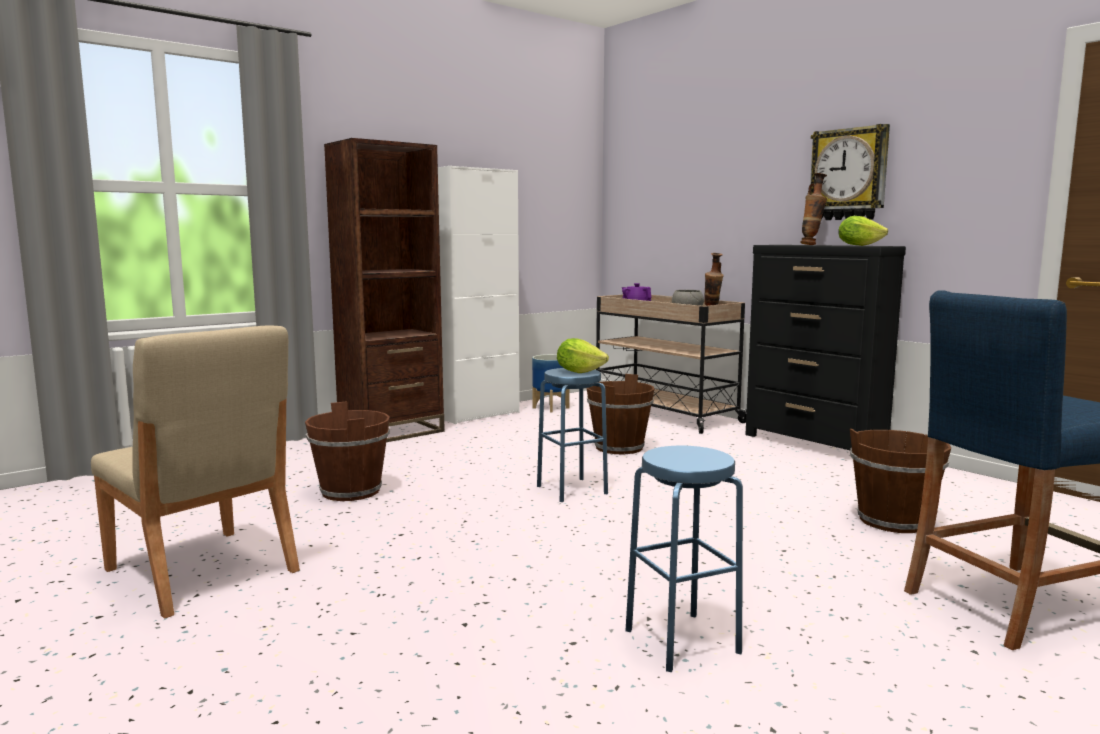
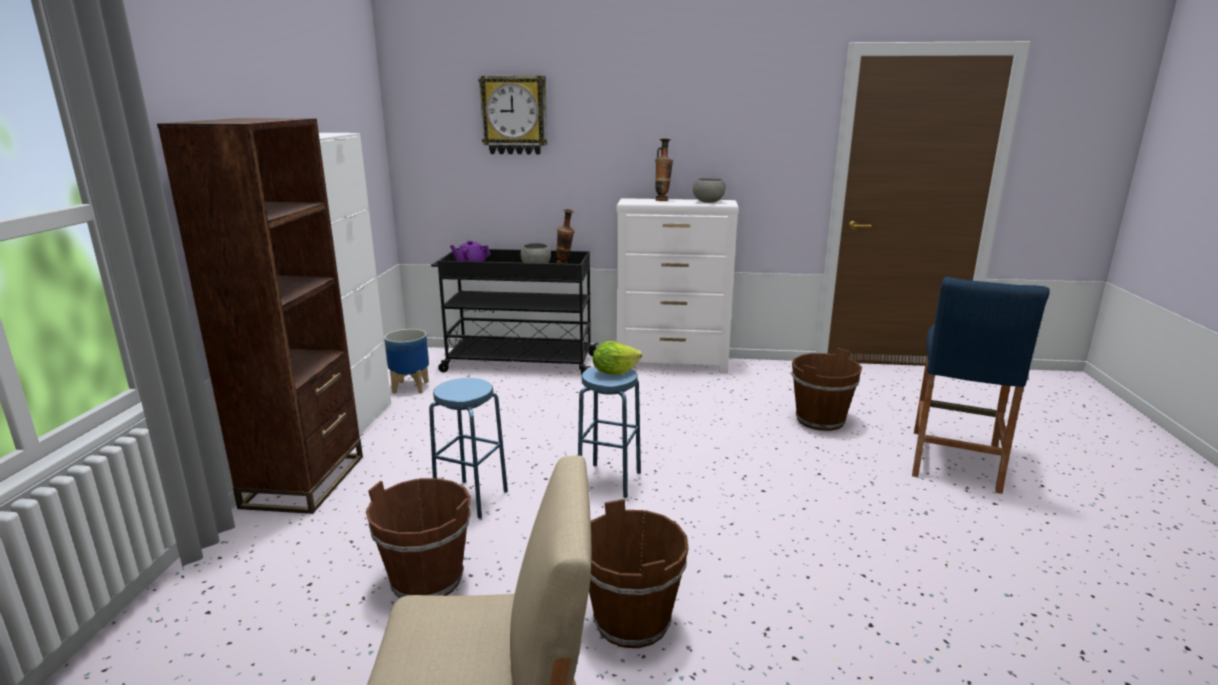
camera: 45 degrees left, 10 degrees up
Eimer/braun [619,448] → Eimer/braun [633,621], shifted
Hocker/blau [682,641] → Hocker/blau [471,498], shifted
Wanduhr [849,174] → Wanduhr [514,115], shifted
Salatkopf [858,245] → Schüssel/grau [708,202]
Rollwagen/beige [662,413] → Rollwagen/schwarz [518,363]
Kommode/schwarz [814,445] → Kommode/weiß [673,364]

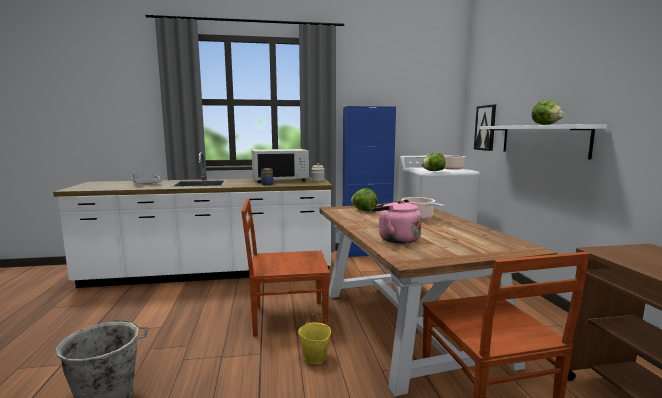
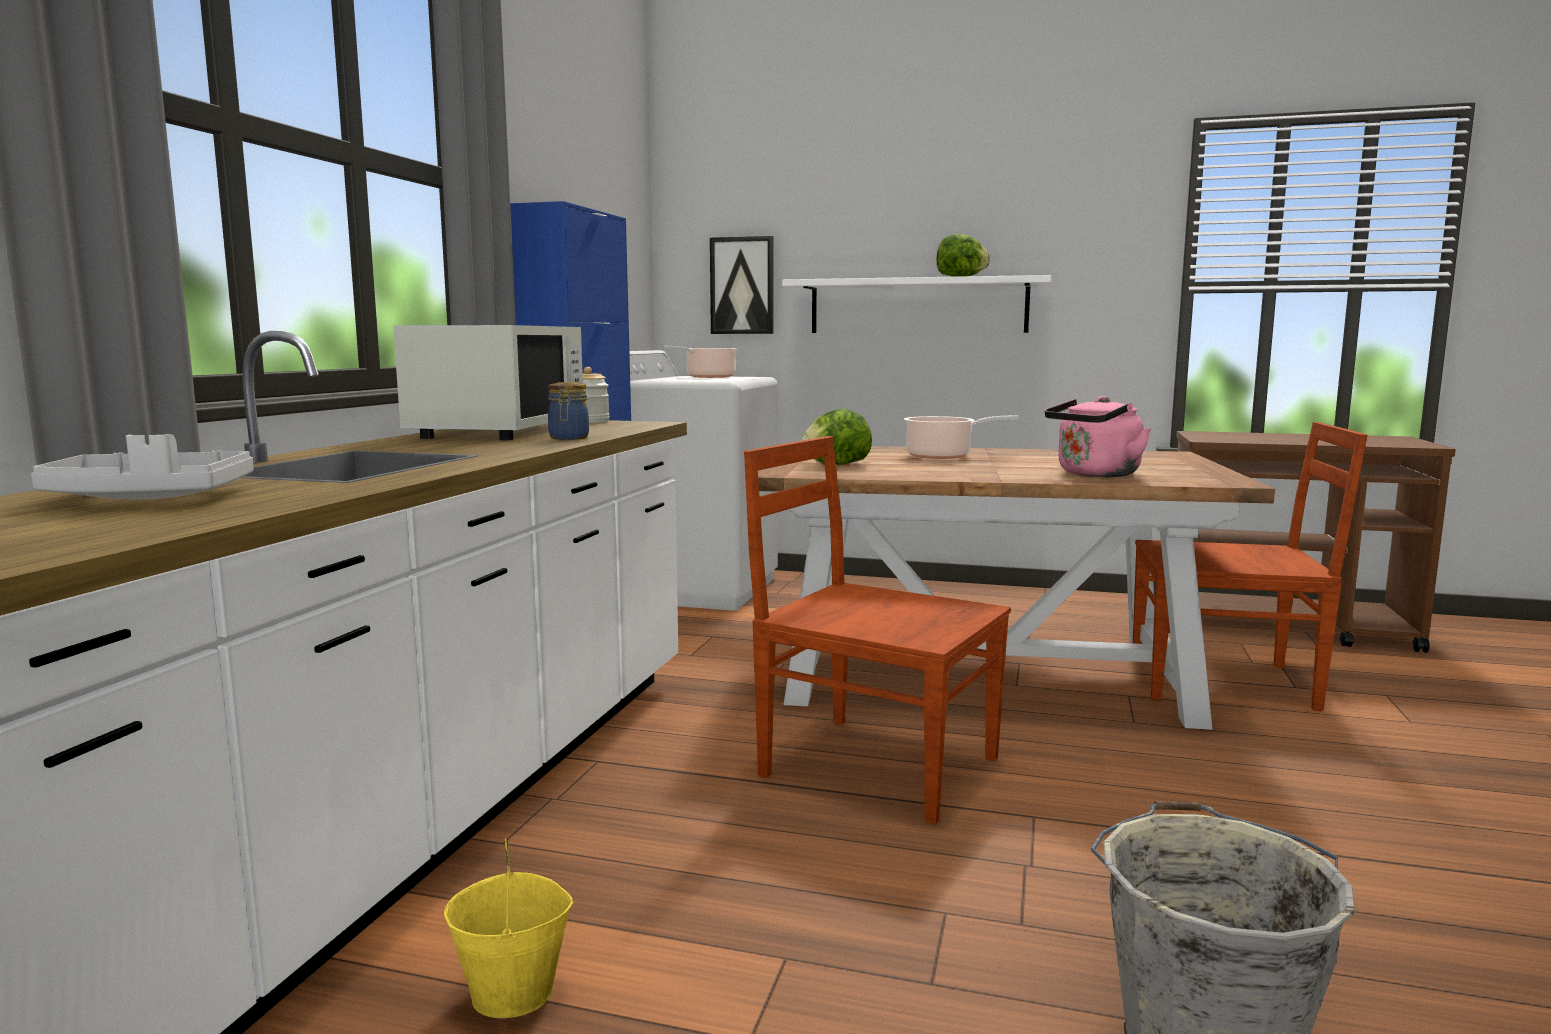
camera: 65 degrees left, 0 degrees up
Salatkopf [433,171] → -
Eimer/gelb [315,357] → Eimer/gelb [514,992], shifted
Stuhl/braun [287,318] → Stuhl/braun [874,765], 105 degrees clockwise

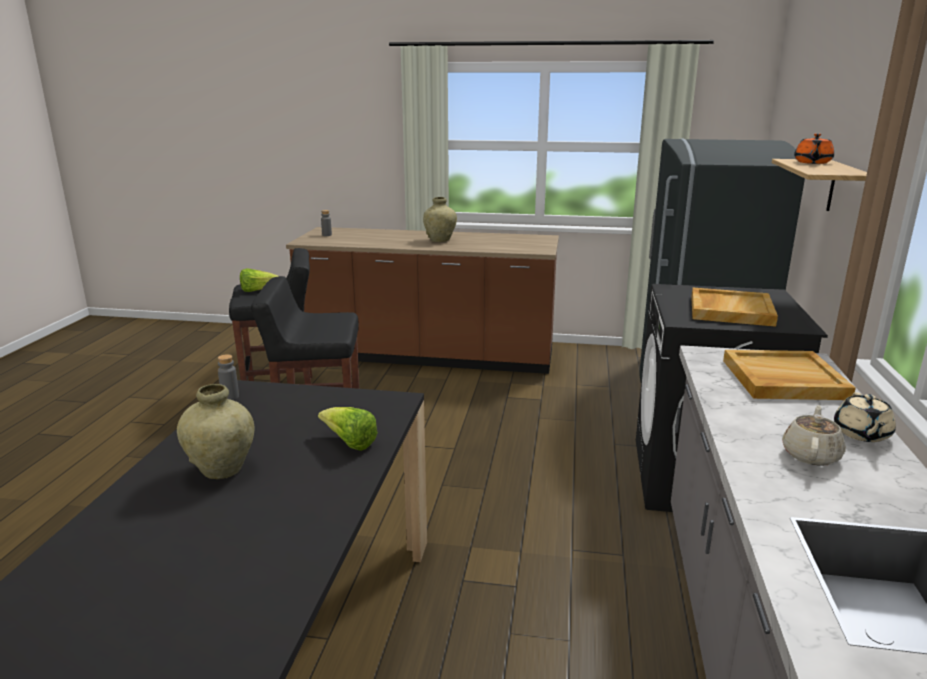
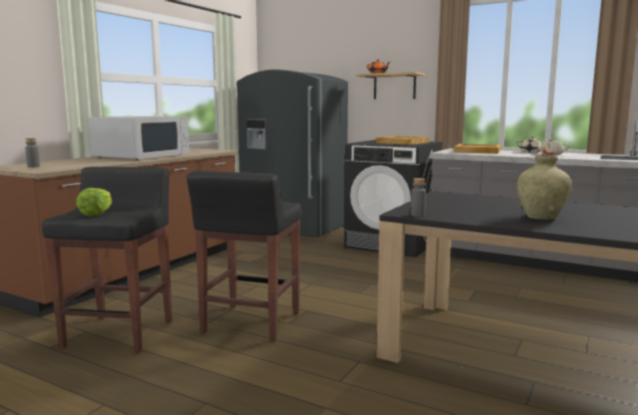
camera: 70 degrees left, 10 degrees down
Salatkopf [349,443] → -
Vase/beige [440,240] → Mikrowelle/weiß [142,156]

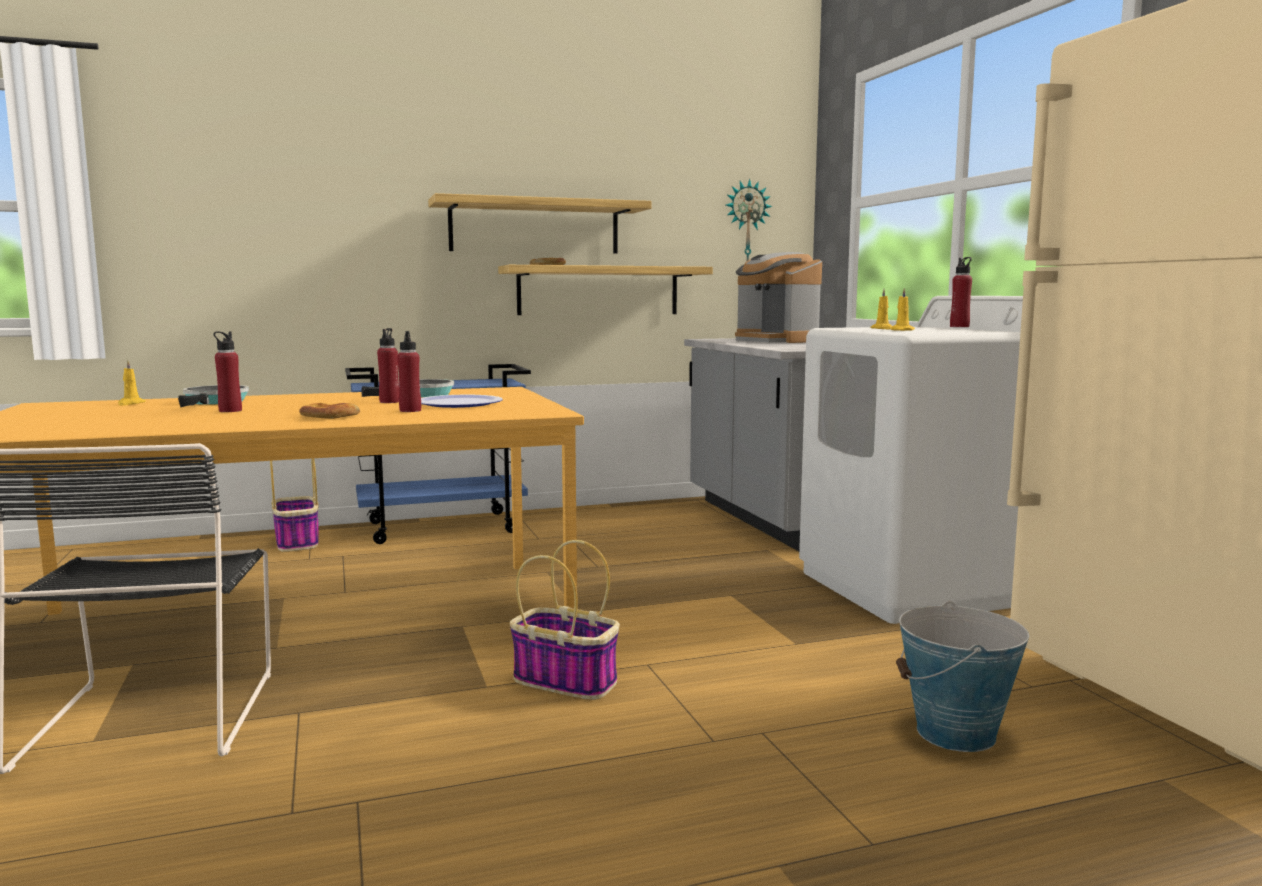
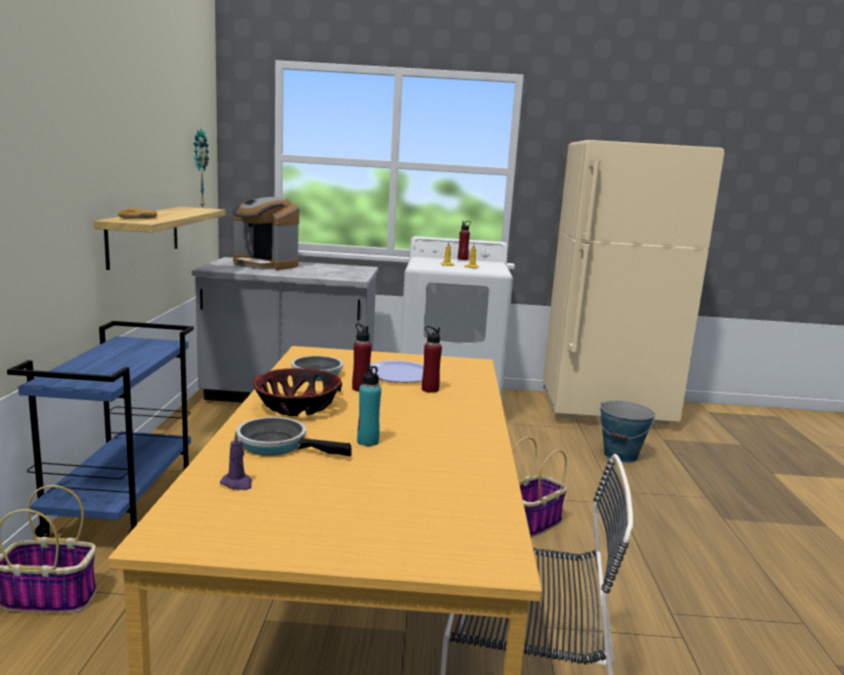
camera: 70 degrees left, 5 degrees up
Brot [330,416] → -
Wandregal [535,227] → -
- → Schüssel [297,407]
Kerze/gelb [130,404] → Kerze/lila [237,484]
Flasche/rot [230,411] → Flasche/türkis [368,441]
Kaffeemaschine [776,340] → Kaffeemaschine [265,265], 45 degrees clockwise

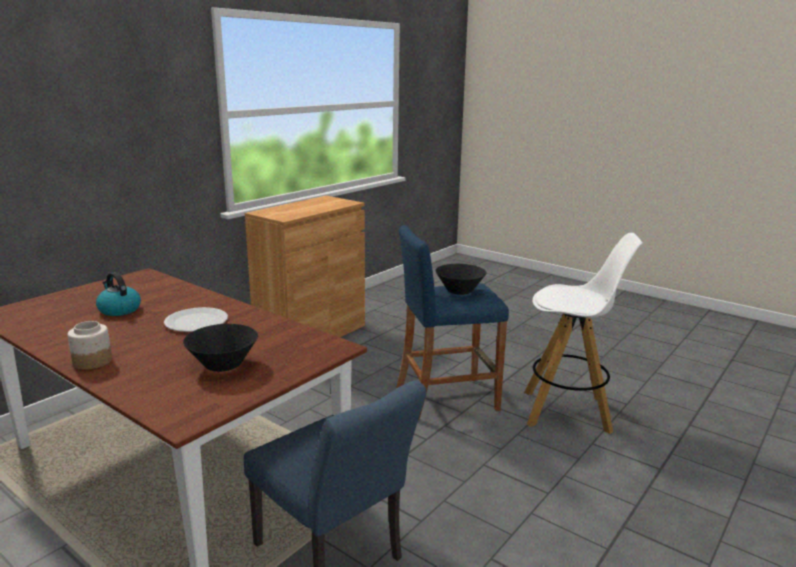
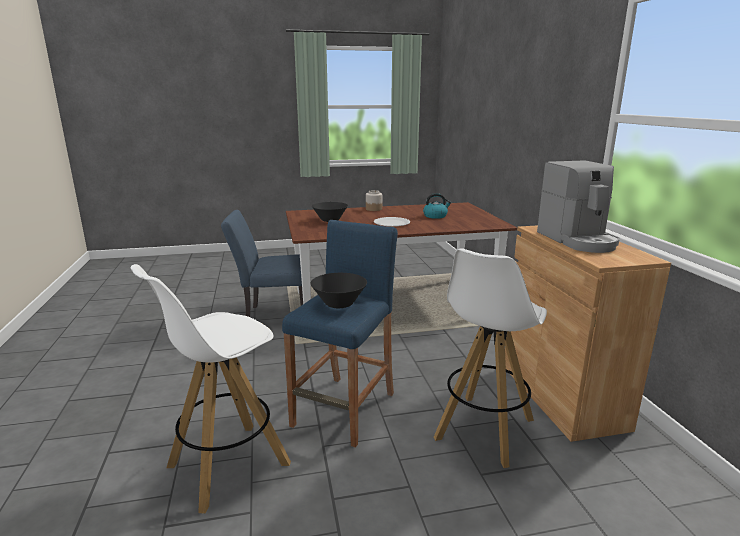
camera: 130 degrees right, 0 degrees up
- → Hocker/weiß [484,429]
- → Kaffeemaschine [578,240]

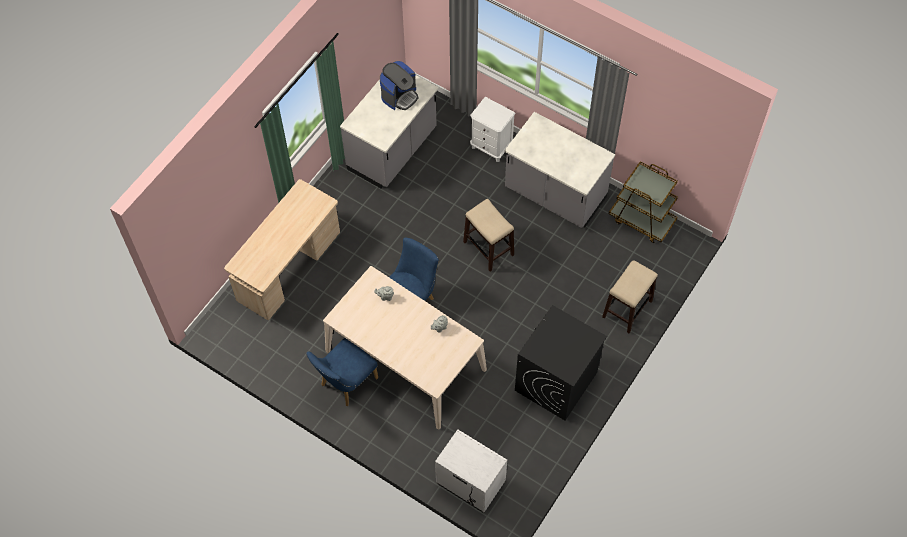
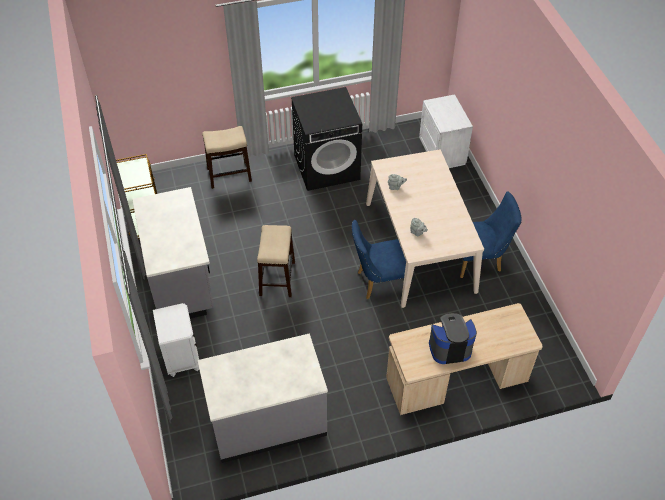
camera: 140 degrees left, 10 degrees down
Kaffeemaschine [399,96] → Kaffeemaschine [449,348], shifted

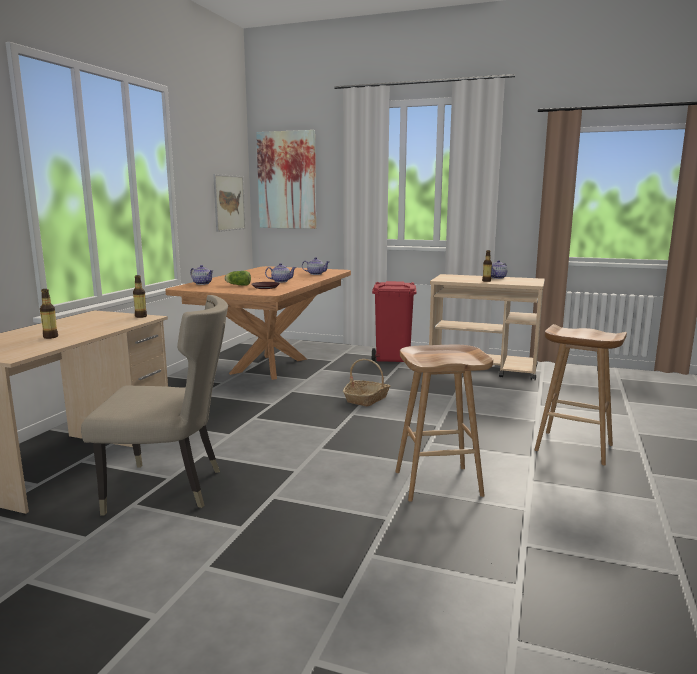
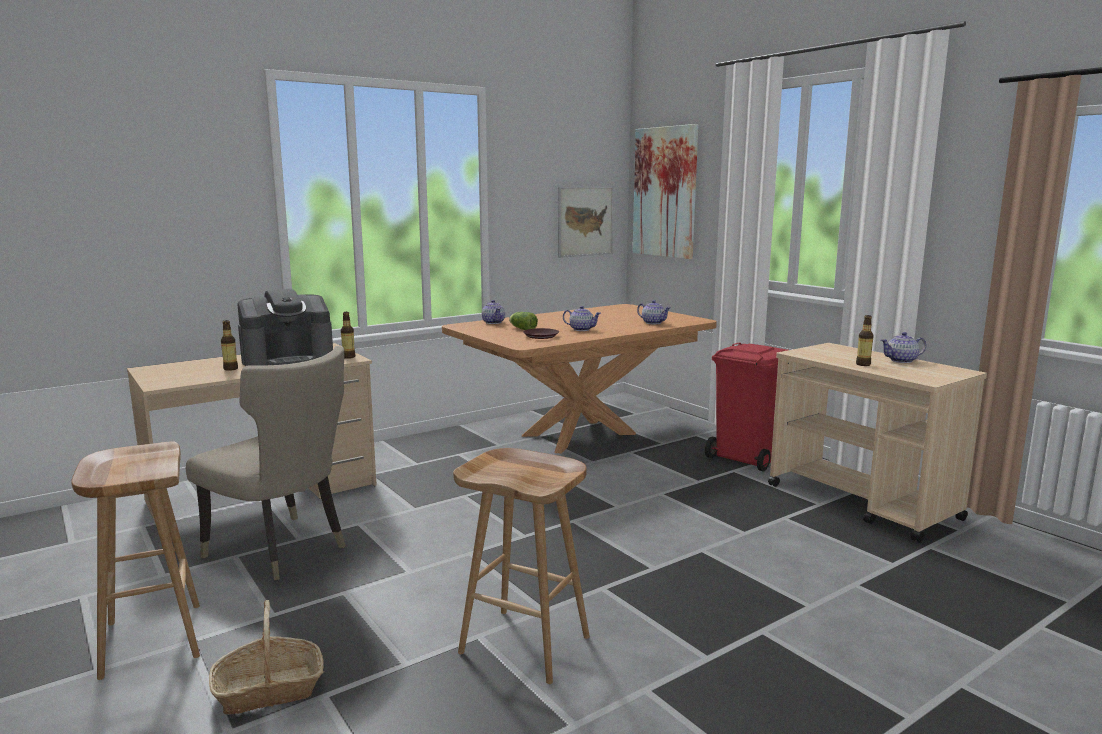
camera: 35 degrees right, 0 degrees up
- → Kaffeemaschine [288,360]
Korb [367,399] → Korb [269,689], shifted
Hocker/braun [572,447] → Hocker/braun [151,639], shifted

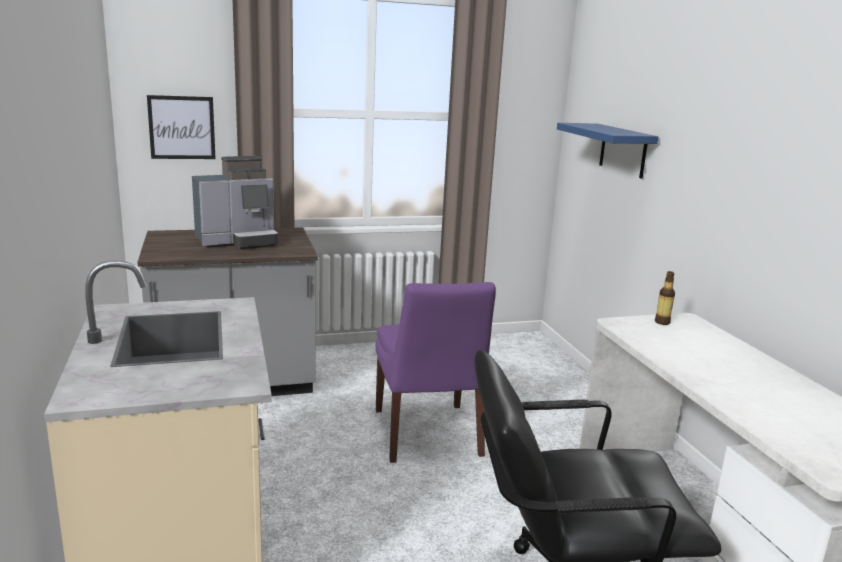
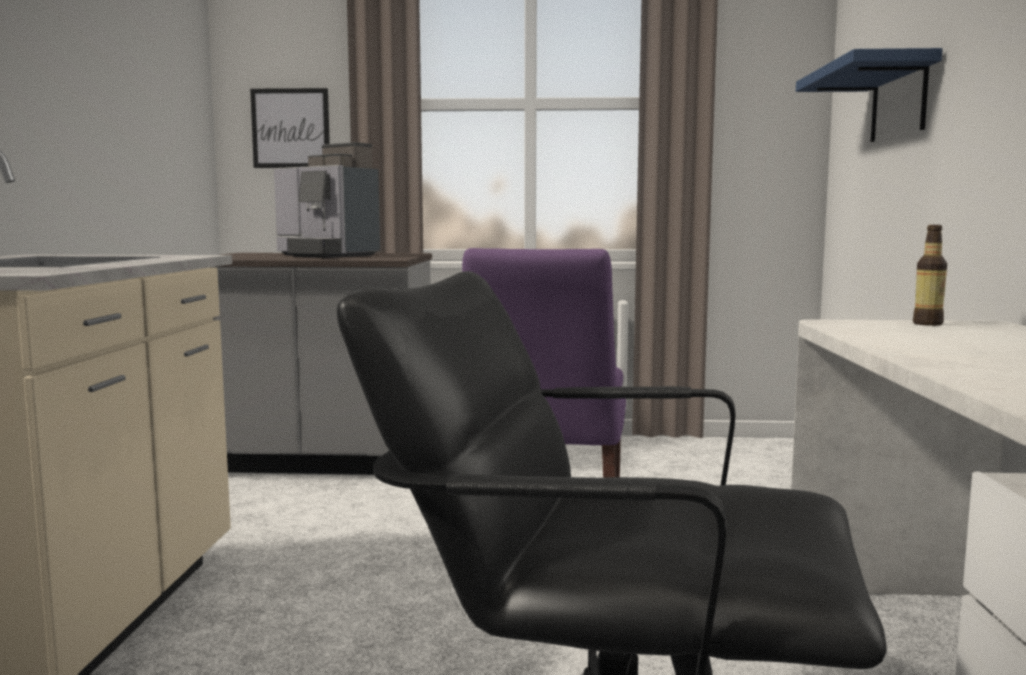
camera: 20 degrees right, 10 degrees down
Kaffeemaschine [239,241] → Kaffeemaschine [326,255], 45 degrees clockwise

